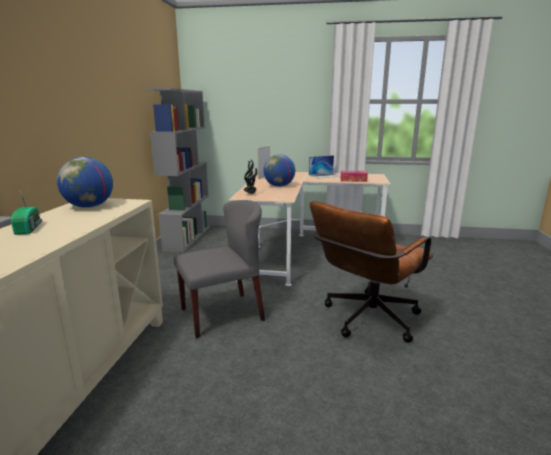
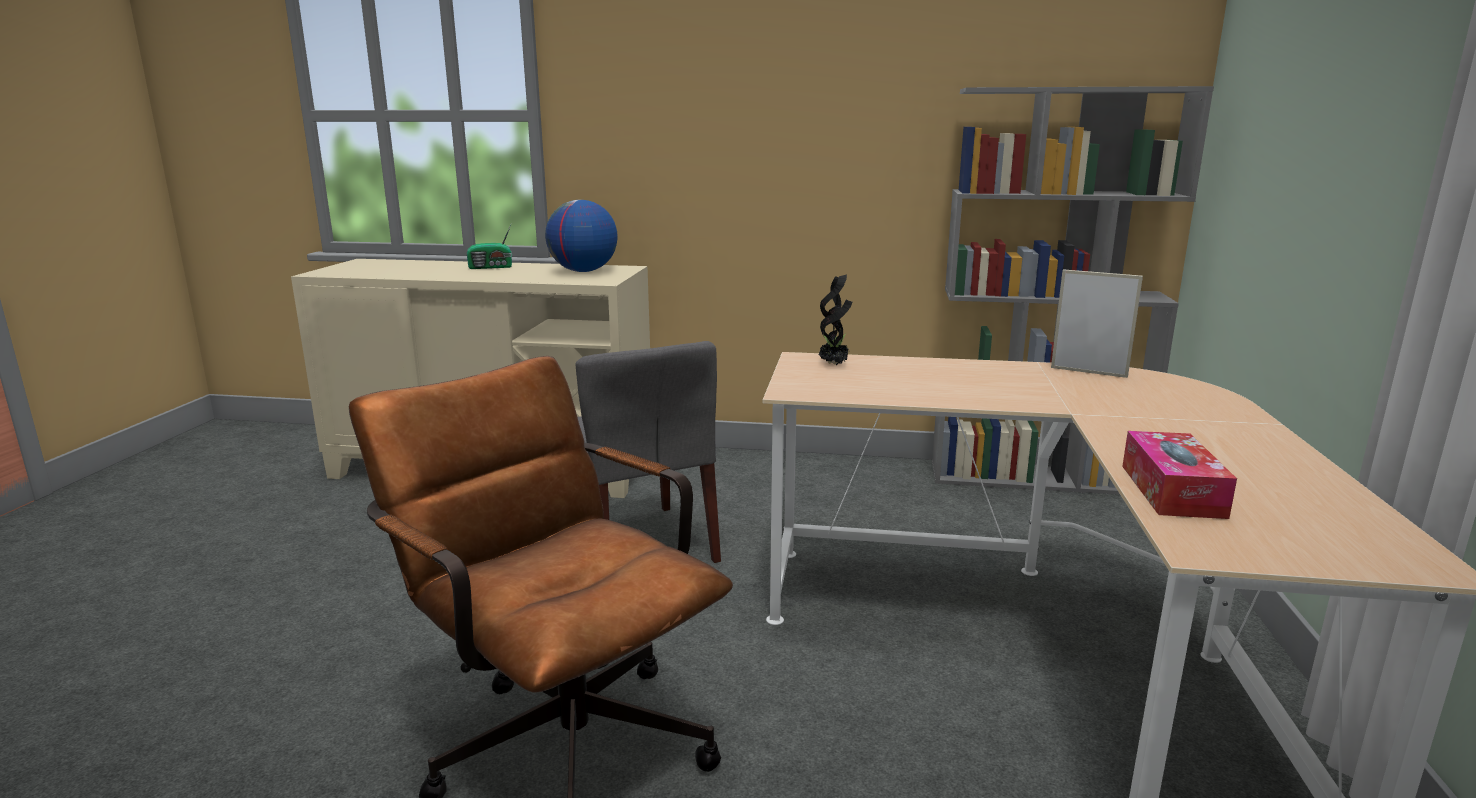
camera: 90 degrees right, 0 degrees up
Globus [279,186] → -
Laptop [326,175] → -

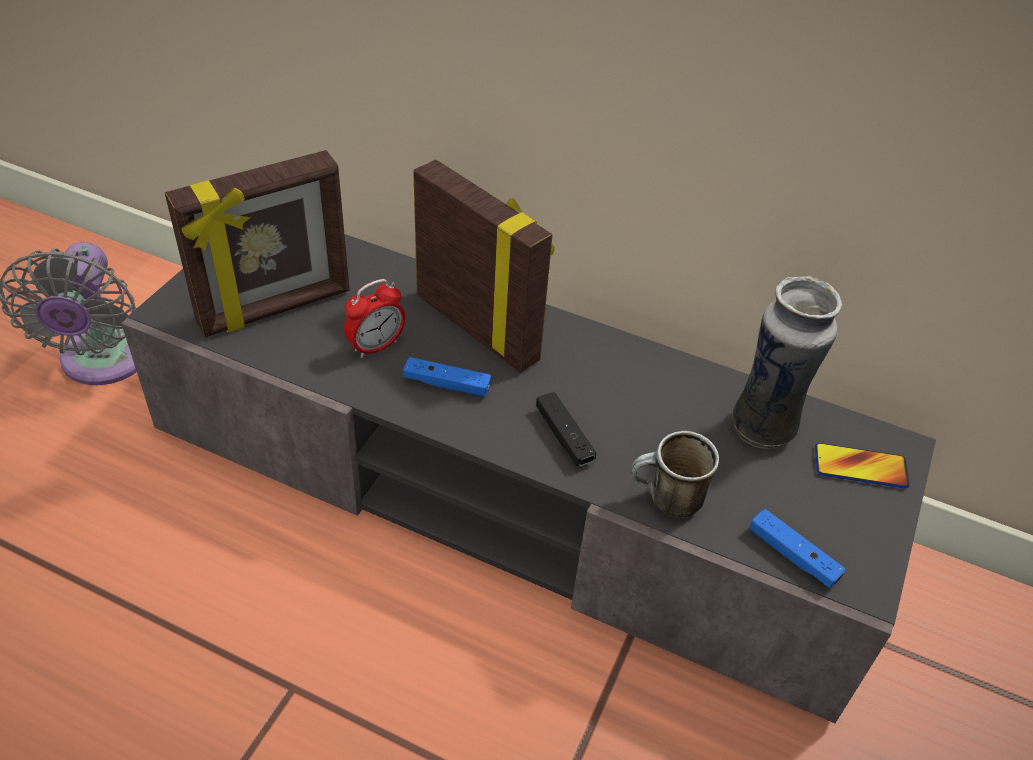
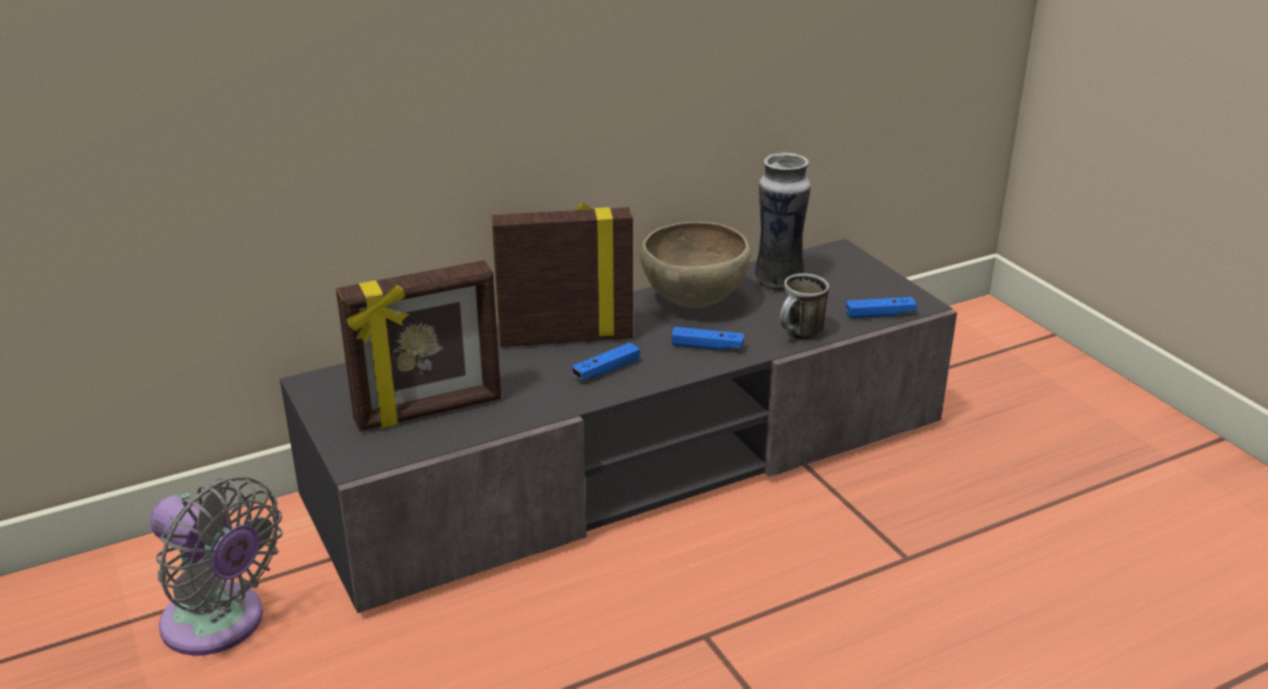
camera: 50 degrees left, 15 degrees down
Wecker [376,346] → -
Handy [860,467] → -
- → Schüssel/braun [694,302]
Gamepad/schwarz [564,436] → Gamepad/blau [707,346]
Bilderrahmen [275,309] → Bilderrahmen [429,411], 60 degrees clockwise

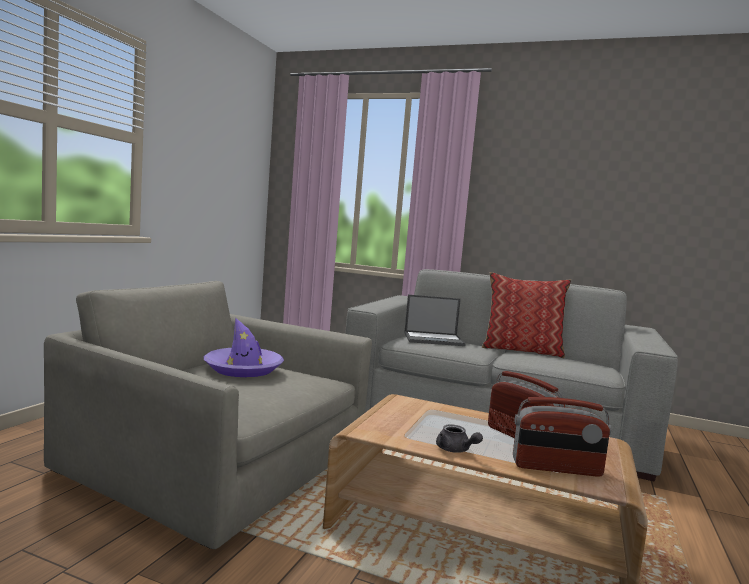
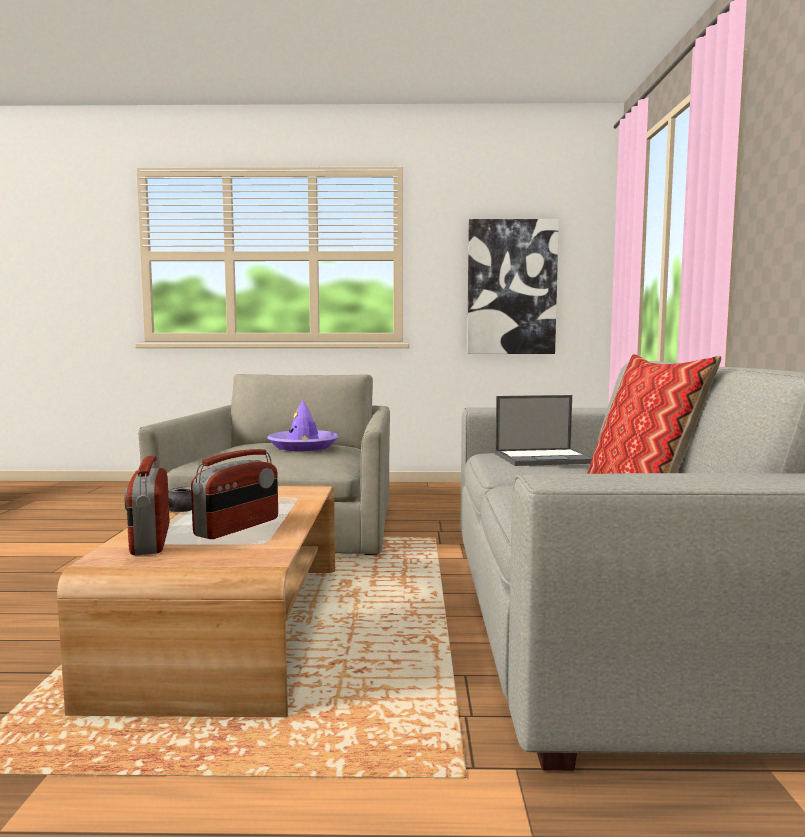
camera: 70 degrees right, 0 degrees up
- → Bild [511,287]
Laptop [434,339] → Laptop [544,458], 75 degrees counterclockwise

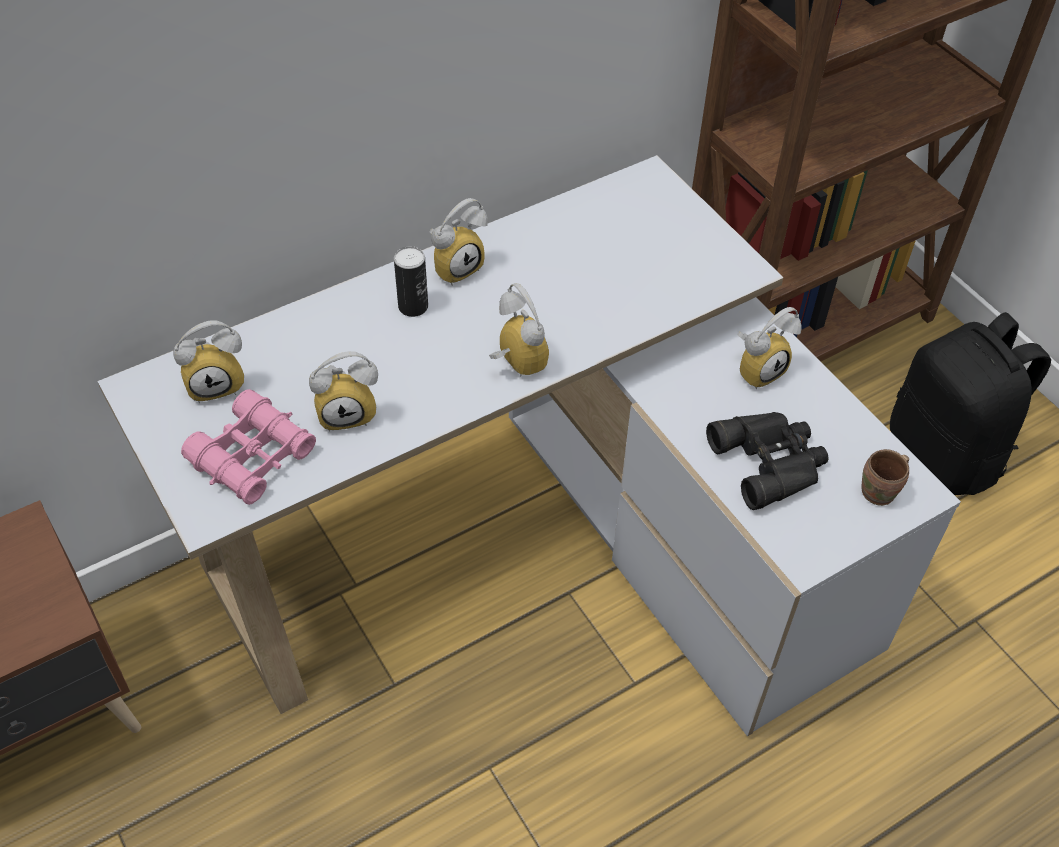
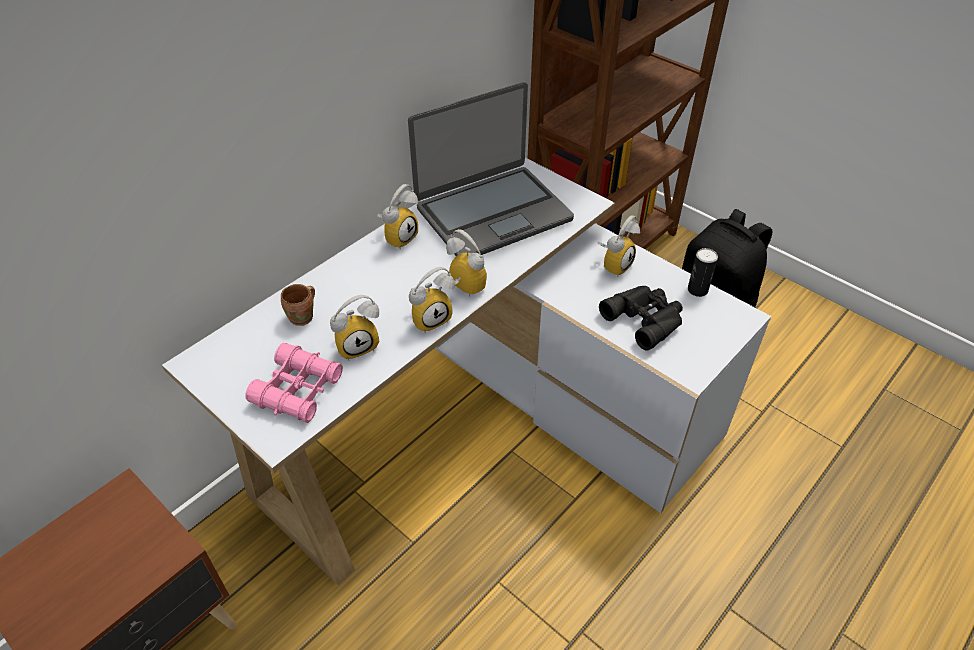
camera: 15 degrees left, 5 degrees down
- → Laptop [492,213]
Wecker [217,383] → Wecker [430,318], shifted
Dose [413,306] → Dose [697,290], shifted
Henkelbecher/braun [881,493] → Henkelbecher/braun [303,317], shifted

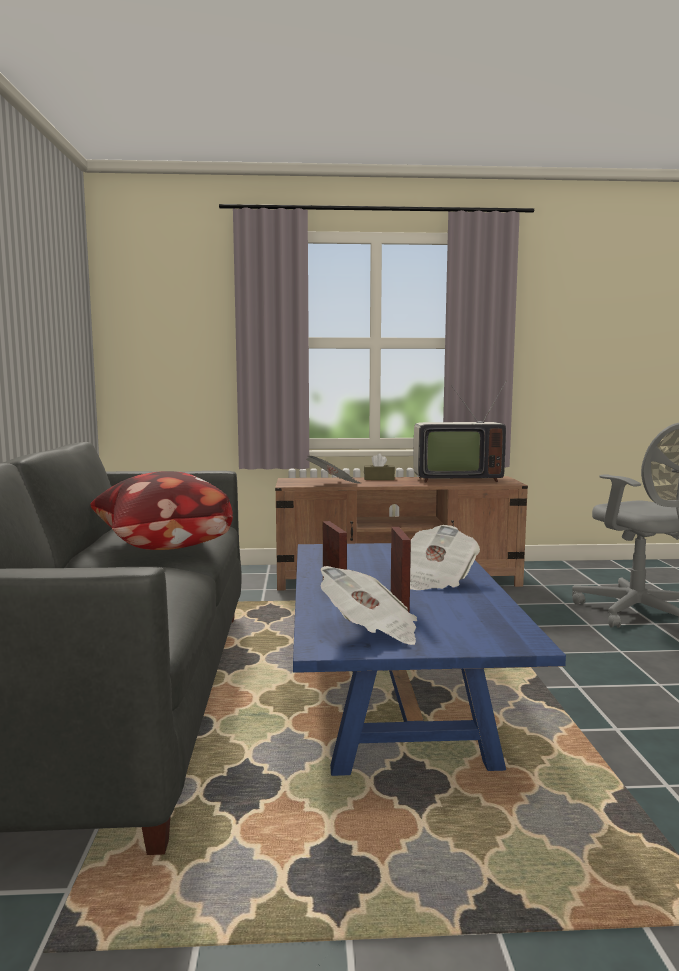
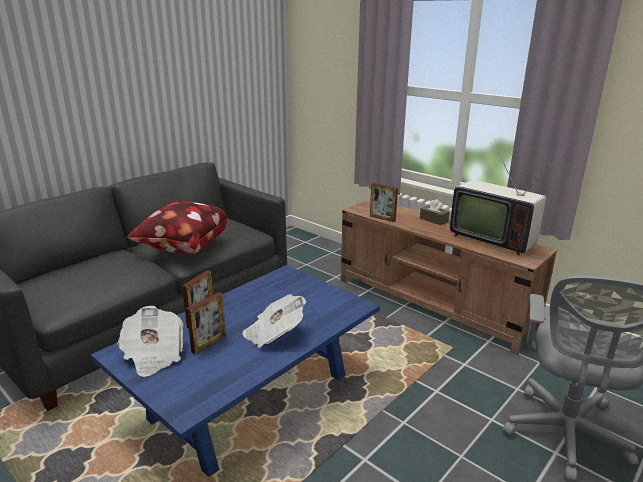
camera: 45 degrees right, 15 degrees up
Zeitung [334,485] → Bilderrahmen [382,218]

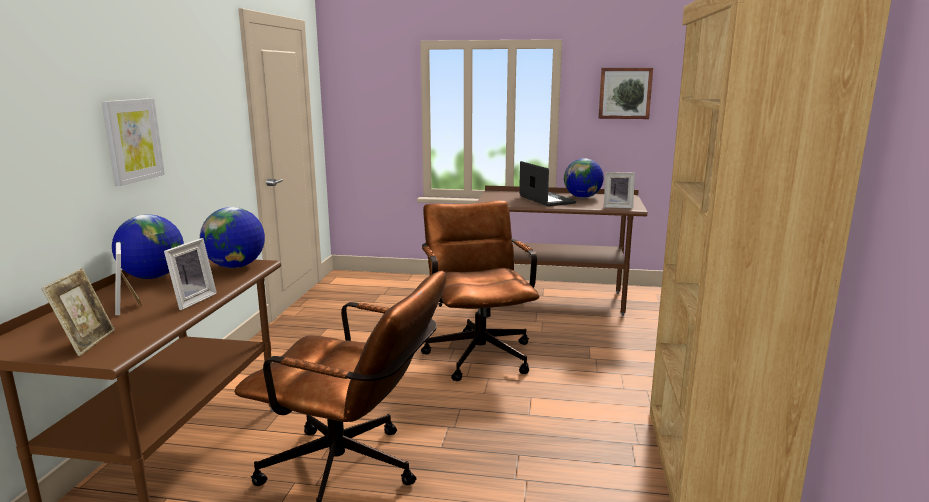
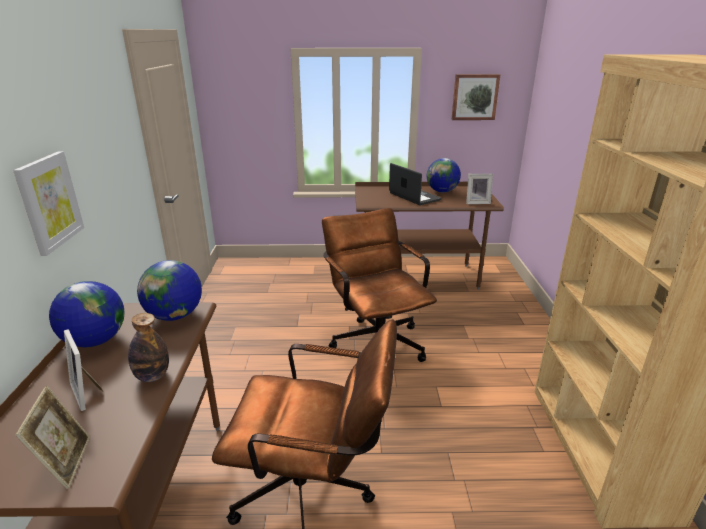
camera: 10 degrees left, 10 degrees up
Bilderrahmen [191,300] → Flasche [152,376]

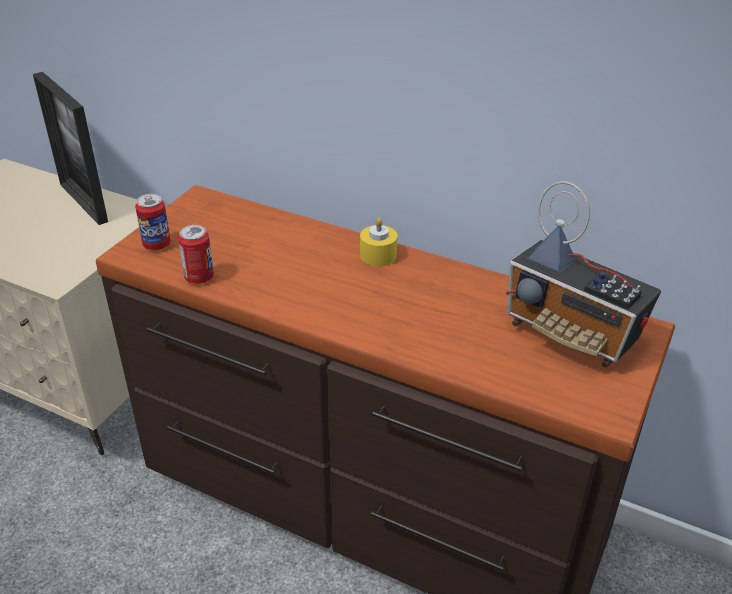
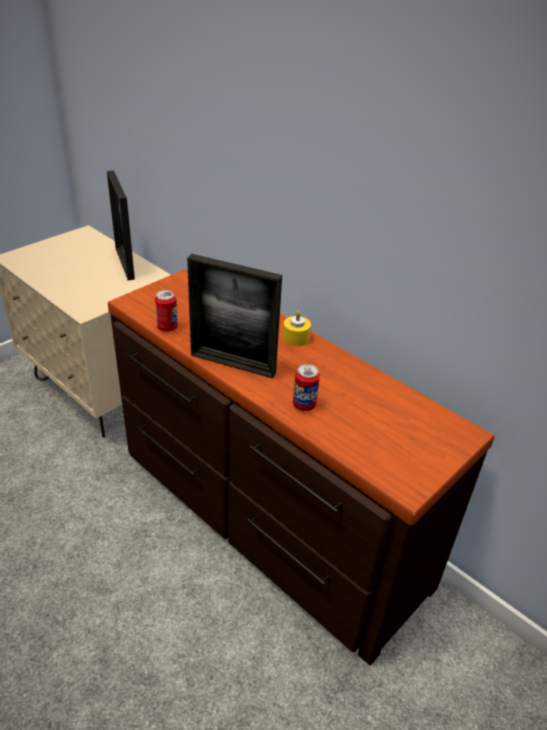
camera: 15 degrees right, 0 degrees up
Radio [572,334] → -
- → Bilderrahmen [233,364]
Dose [157,245] → Dose [304,405], shifted

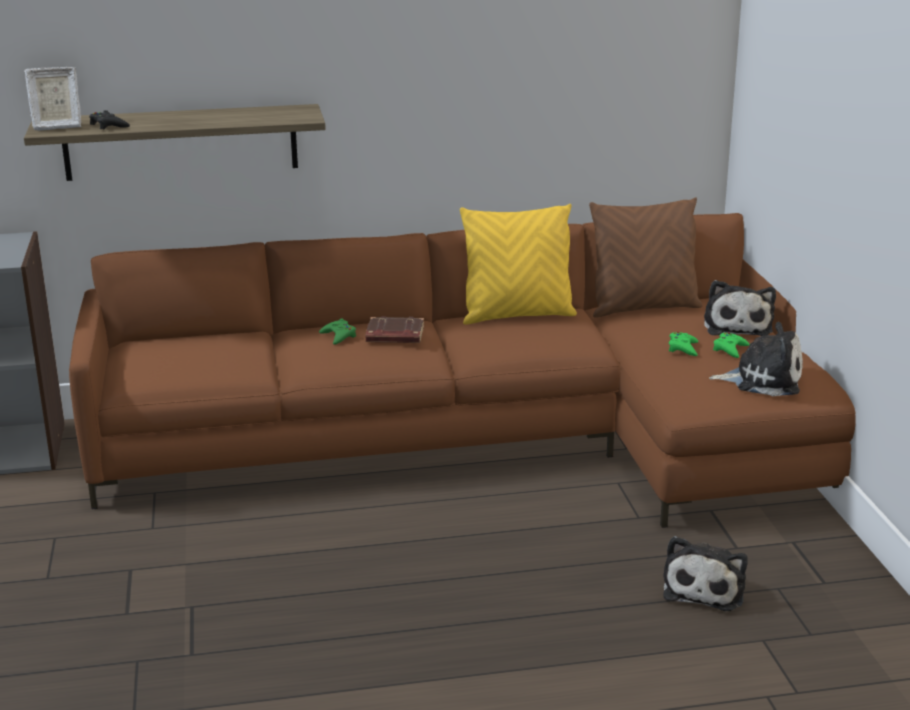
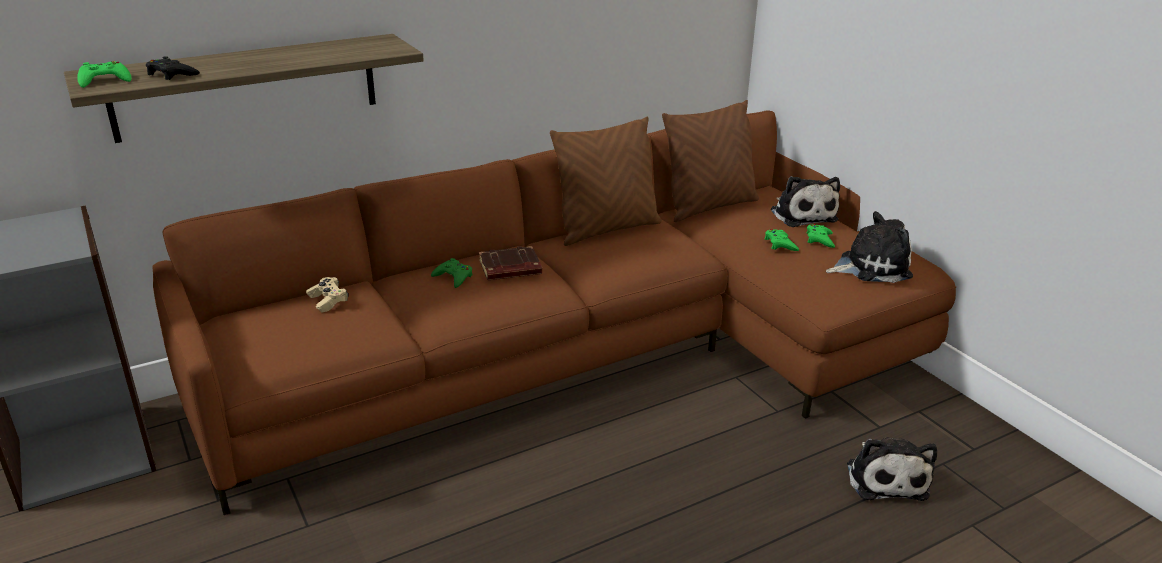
camera: 20 degrees left, 5 degrees up
- → Gamepad/beige [328,301]
Bilderrahmen [56,126] → Gamepad/grün [104,80]
Kissen/gelb [517,315] → Kissen/braun [607,229]

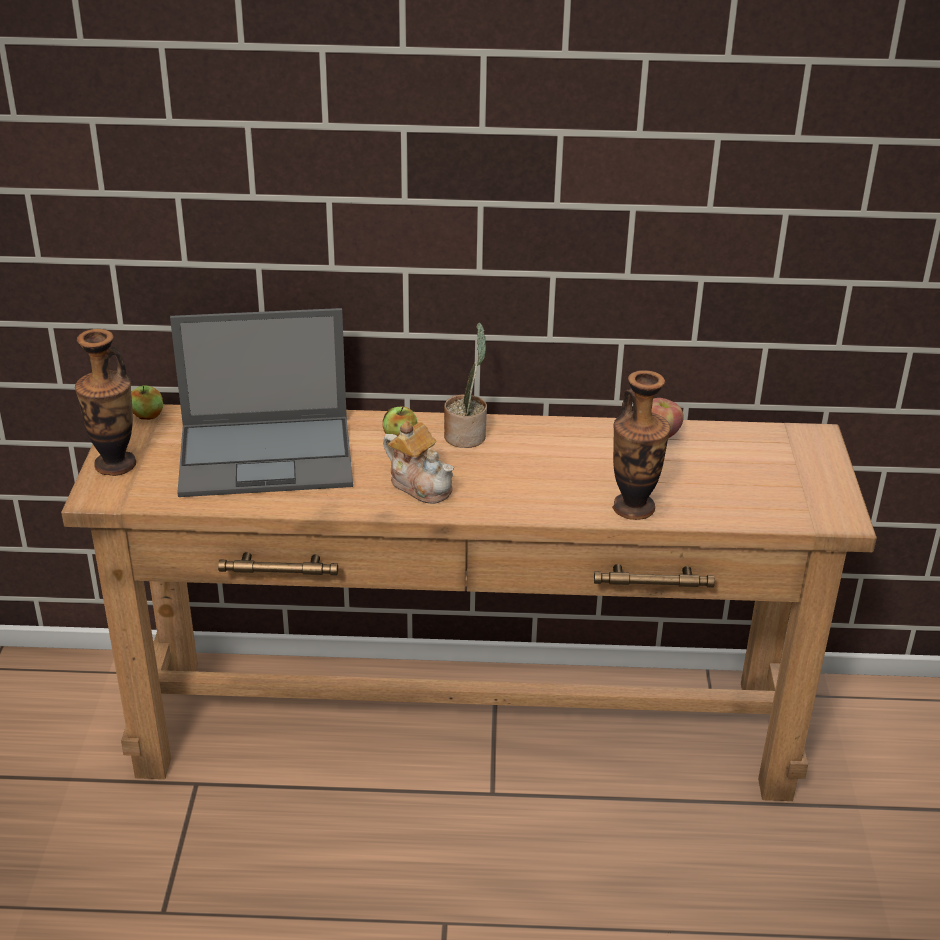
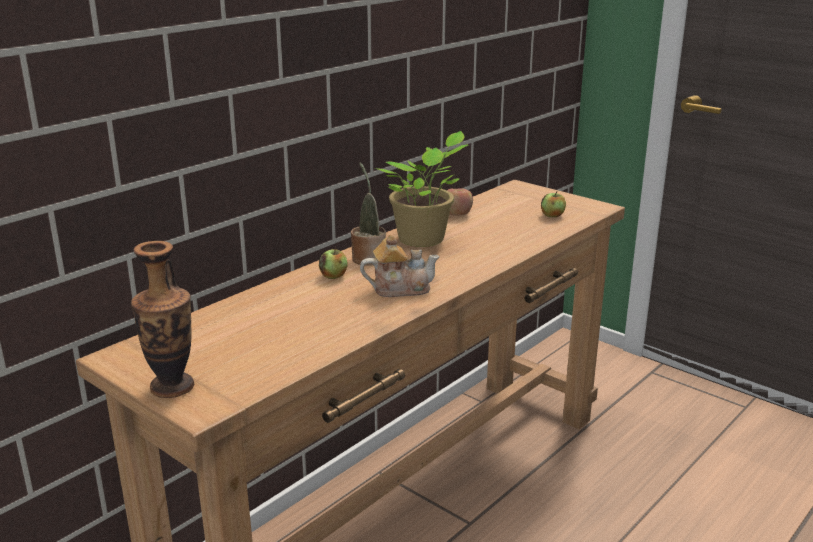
camera: 50 degrees left, 10 degrees down
Laptop [268,455] → -
Vase [633,508] → -
- → Topfpflanze [424,240]
Apfel [147,415] → Apfel [552,215], shifted

